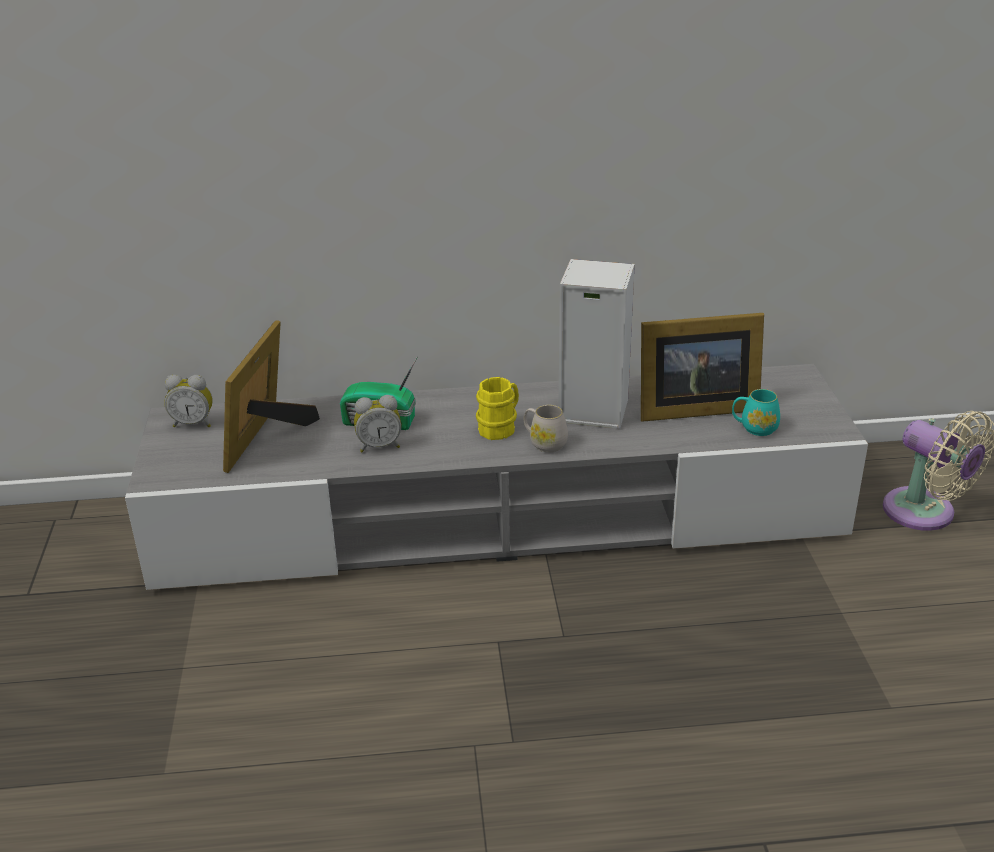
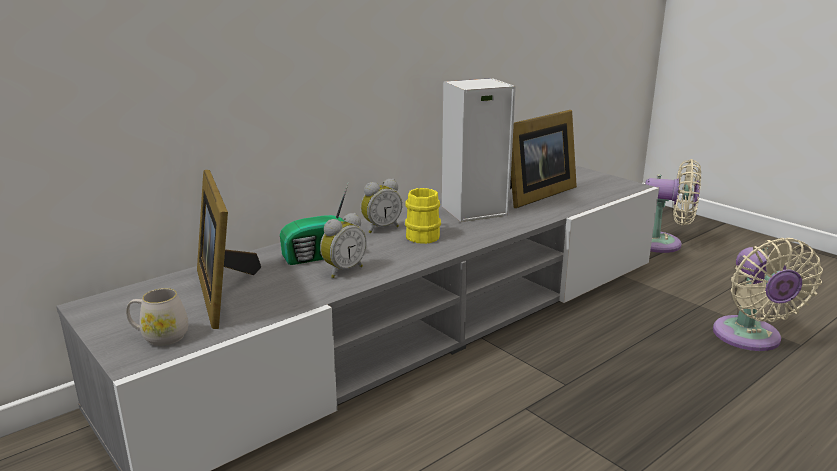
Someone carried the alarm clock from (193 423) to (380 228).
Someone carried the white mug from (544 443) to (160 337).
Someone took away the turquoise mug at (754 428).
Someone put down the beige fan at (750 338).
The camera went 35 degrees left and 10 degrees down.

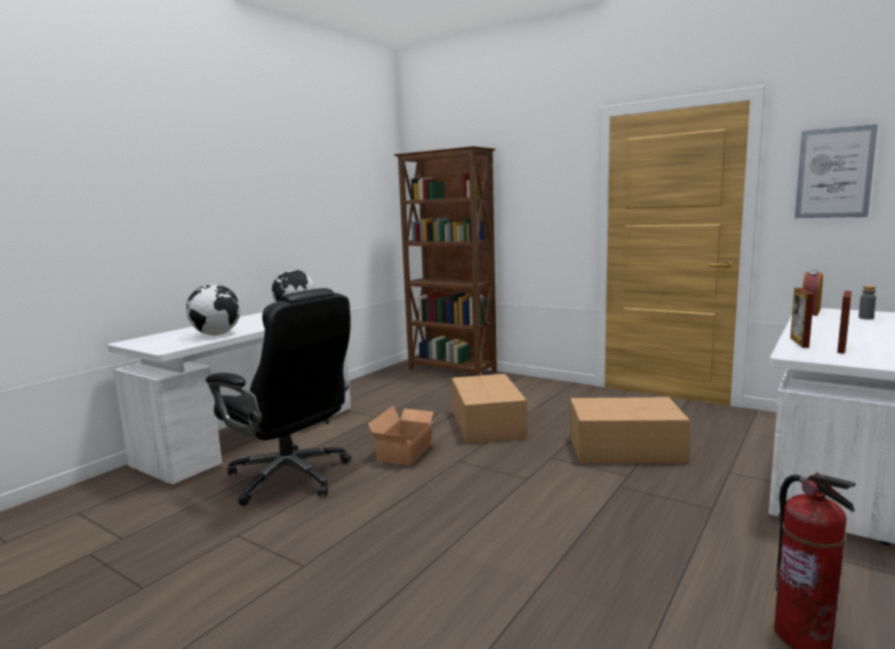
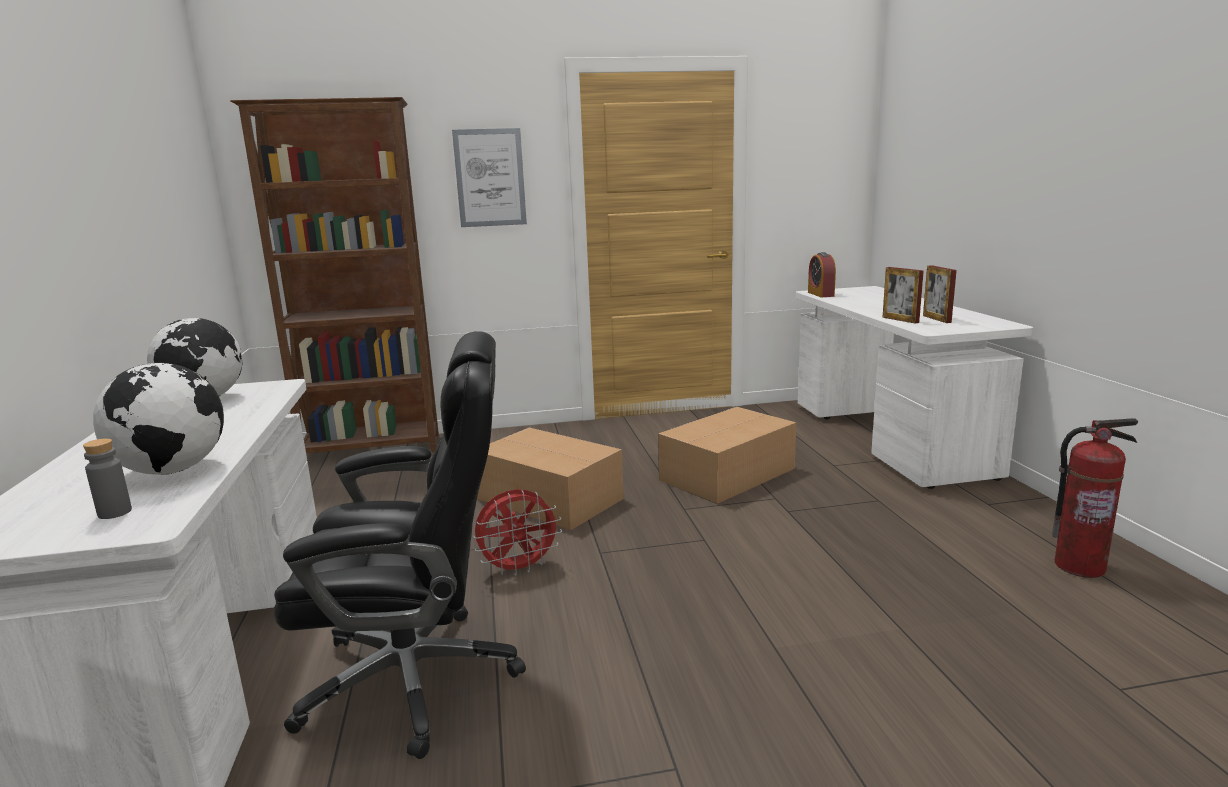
Someone swapped the cardboard box at (408 451) for the red fan at (519 568).
Someone carried the picture from (834 173) to (490 178).
Someone carried the grey bottle from (866 318) to (115 512).
The camera went 45 degrees left and 5 degrees up.

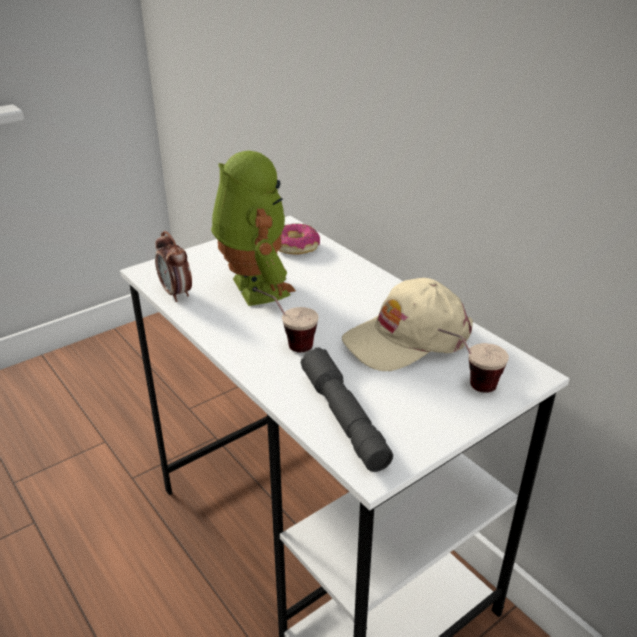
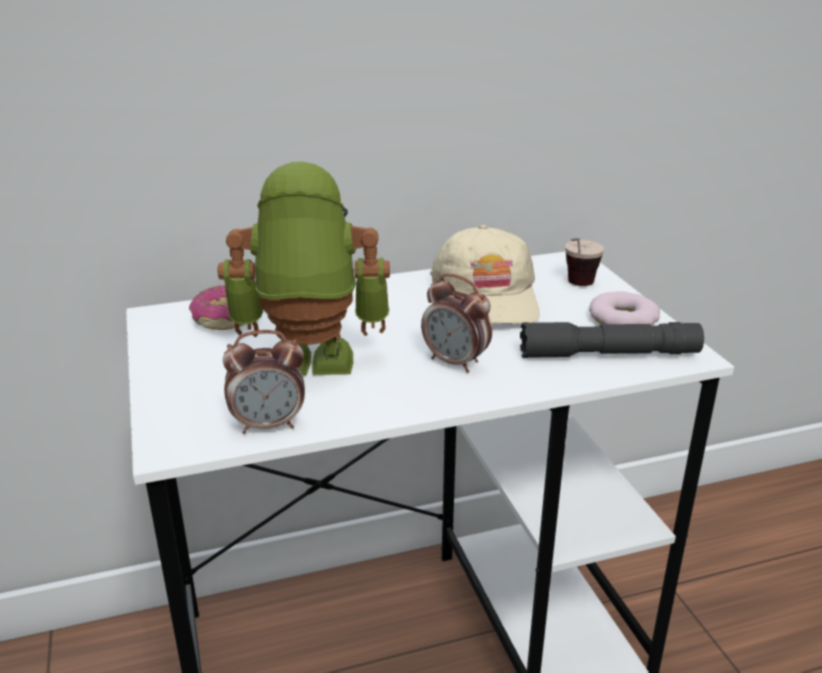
Someone swapped the cup at (286 343) for the alarm clock at (455 362).
Someone put down the donut at (623 319).
The camera went 70 degrees left and 5 degrees down.

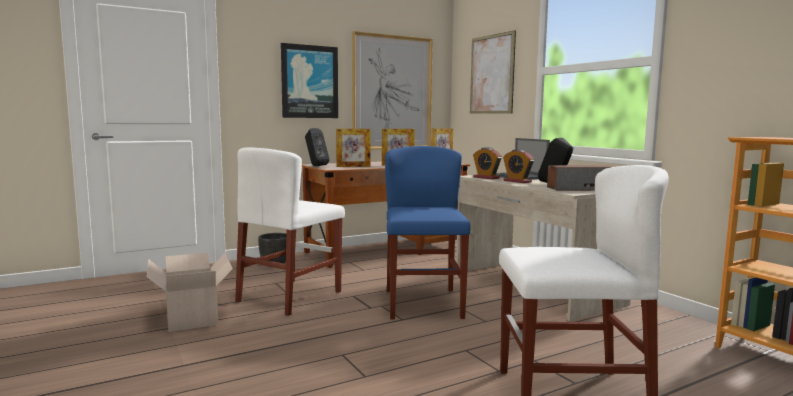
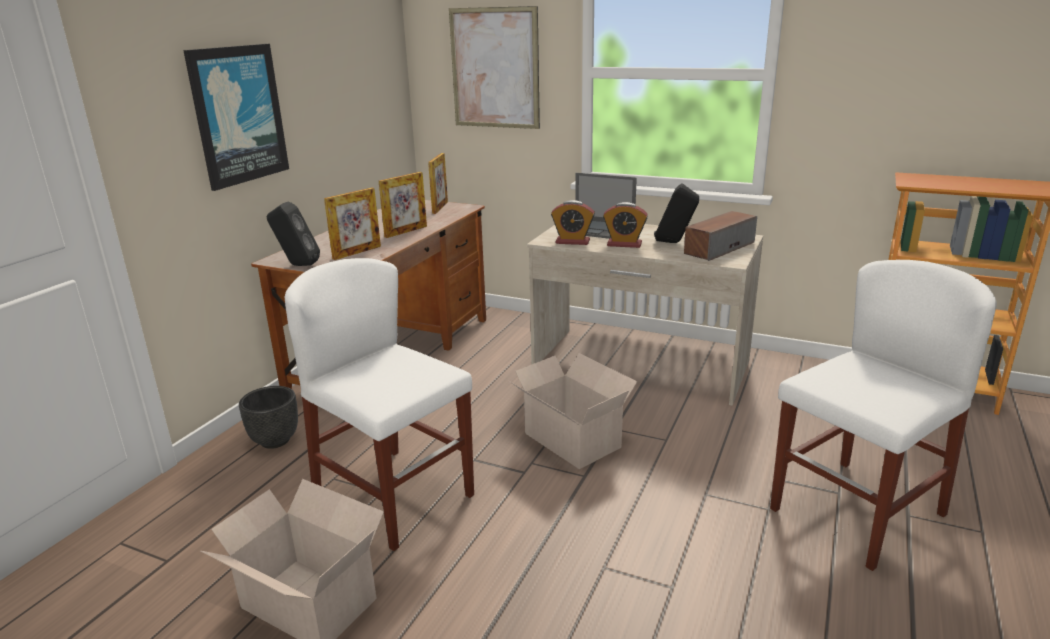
Someone rotated the white chair at (290 296) by 135 degrees clockwise.
Someone took away the picture at (392 93).
Someone swapped the blue chair at (423 304) for the cardboard box at (570 439).
The camera went 35 degrees left and 15 degrees up.

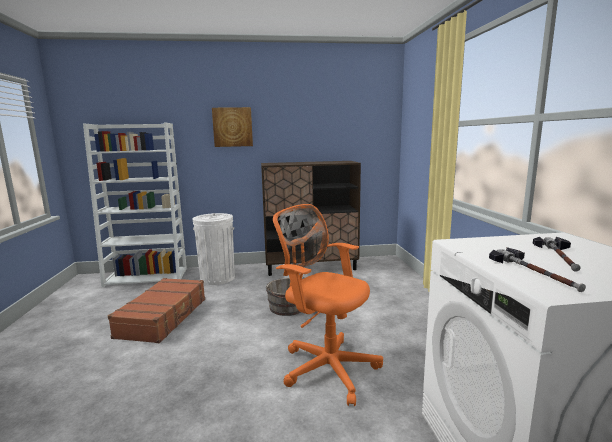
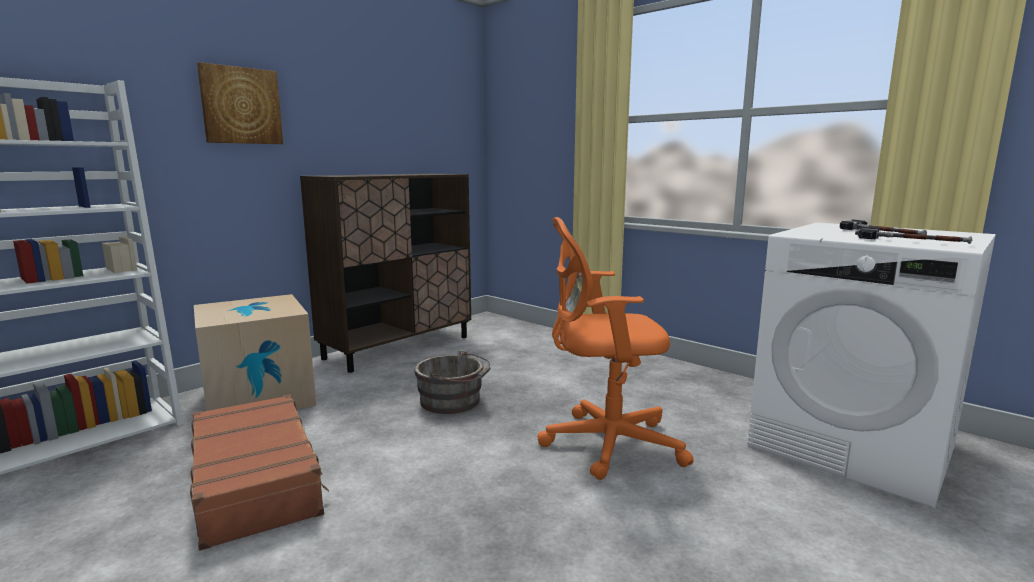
Someone swapped the white trash can at (217 278) for the cardboard box at (259 398).
The camera went 40 degrees left and 0 degrees up.

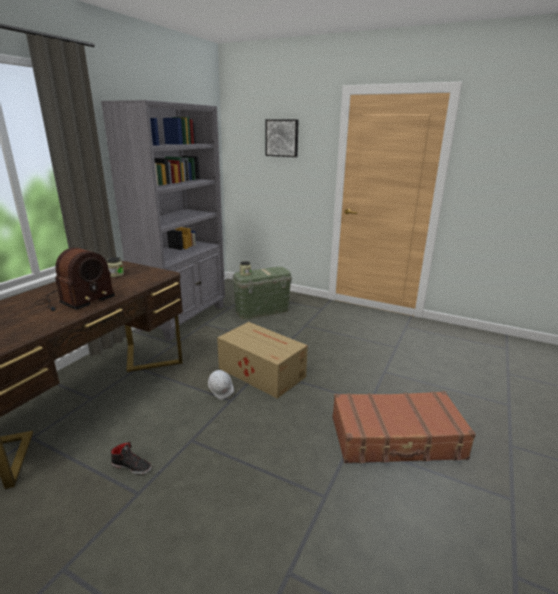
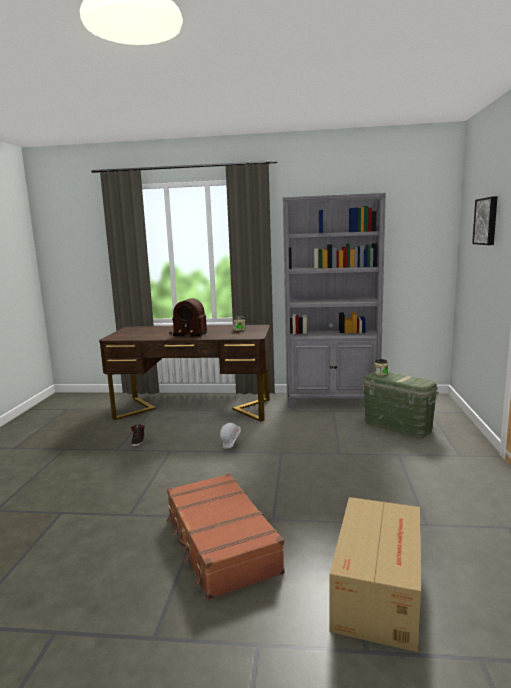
Someone carried the cardboard box from (261 371) to (379 588).
The camera went 70 degrees right and 10 degrees down.

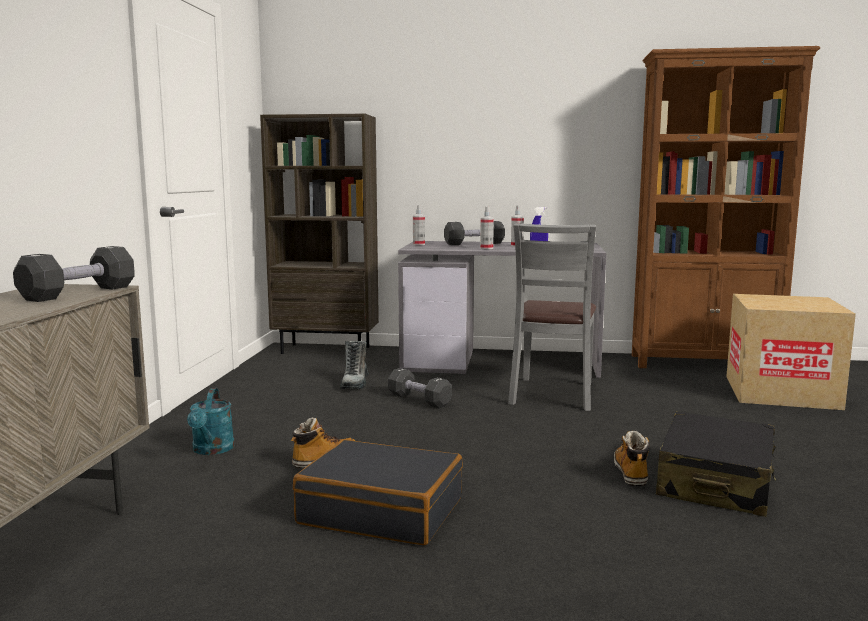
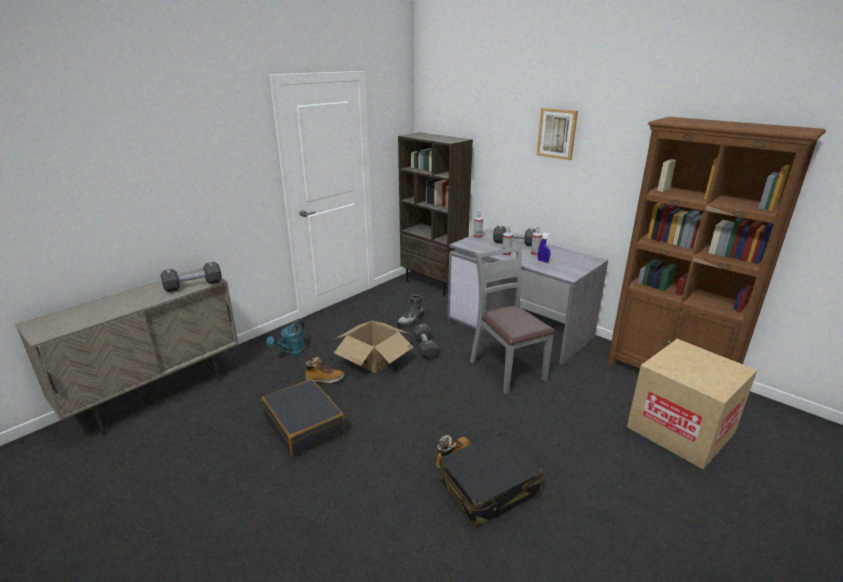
Someone rotated the grey chair at (552 394) by 105 degrees clockwise.
Someone put down the cardboard box at (374 358).
Someone put up the picture at (557 133).
The camera went 35 degrees right and 15 degrees up.

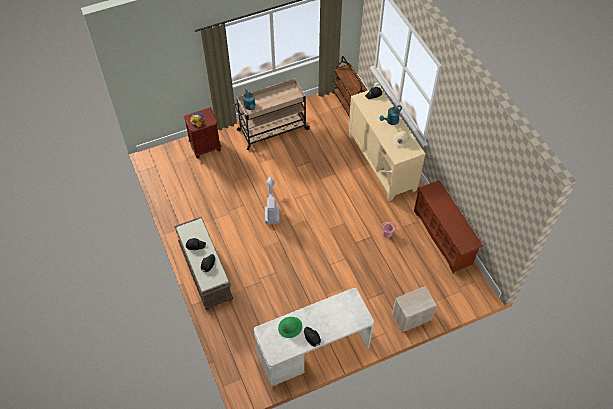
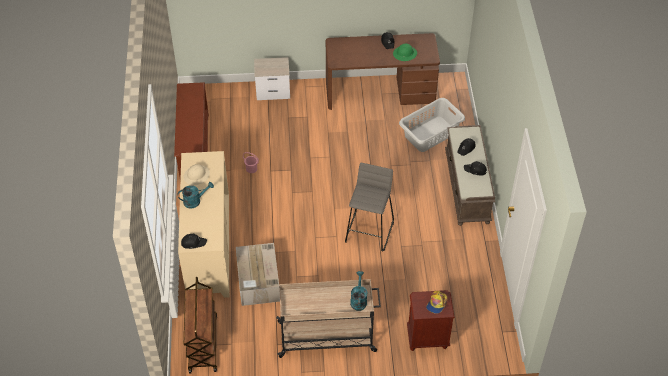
Someone repainted the white desk at (313 350), which became the brown desk at (380 92).
Someone swapped the vacuum cleaner at (271 209) for the grey stool at (369 232).
Someone put down the cardboard box at (258 282).
Someone put down the grey laundry basket at (431 134).
The camera went 160 degrees left and 5 degrees down.

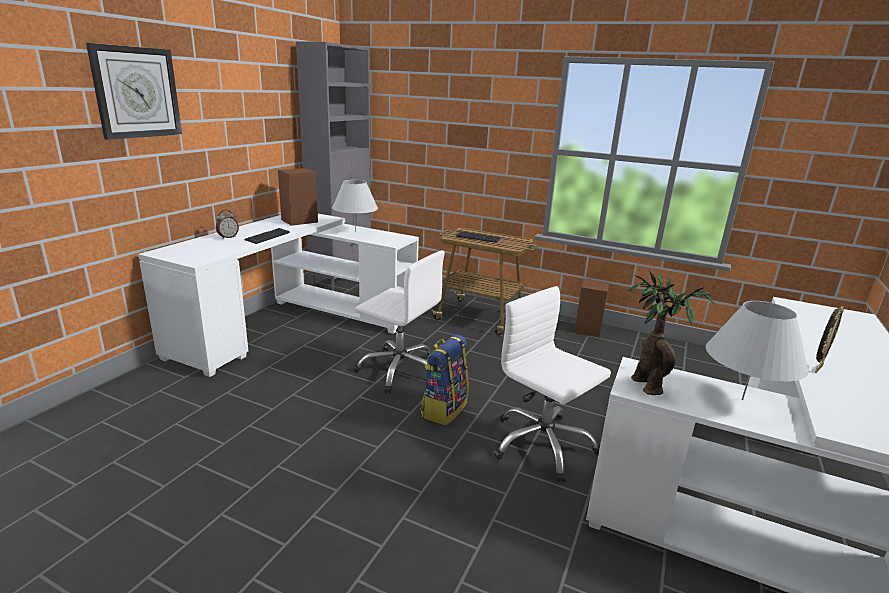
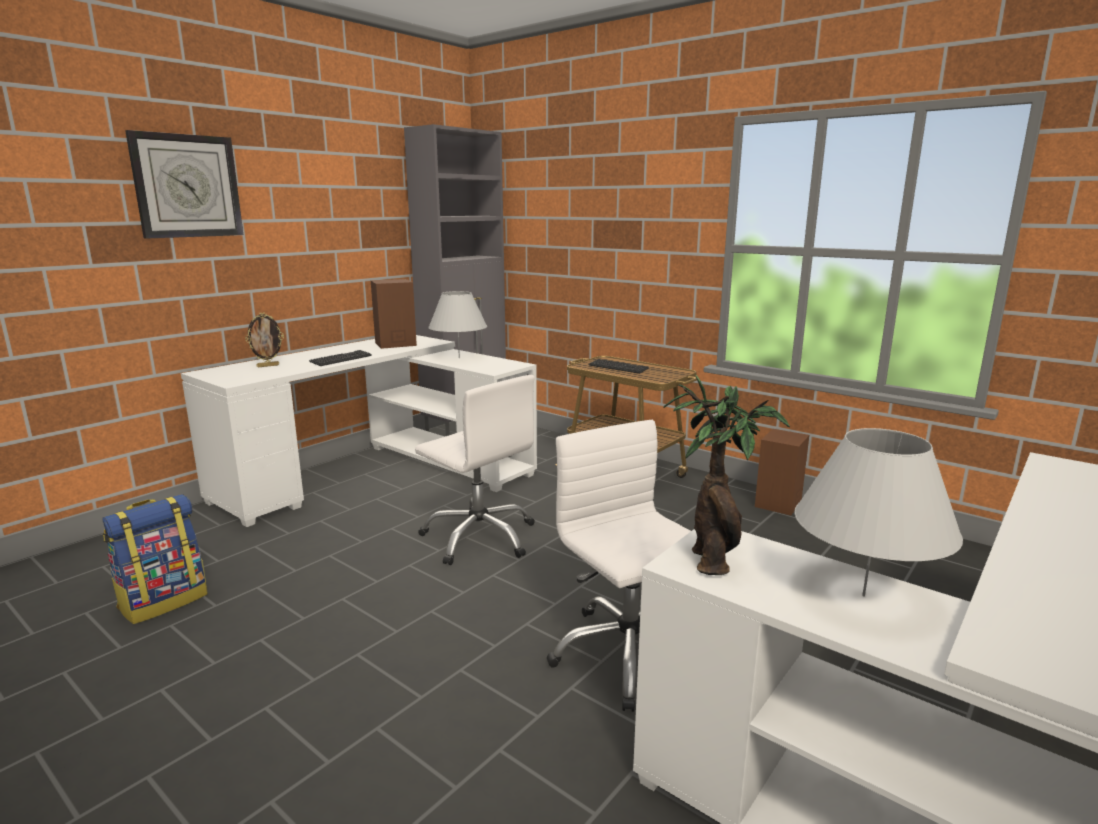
Someone took away the alarm clock at (228 237).
Someone carried the backpack from (443 409) to (164 601).
Someone carried the picture frame from (817 368) to (268 366).
The camera went 15 degrees right and 5 degrees down.

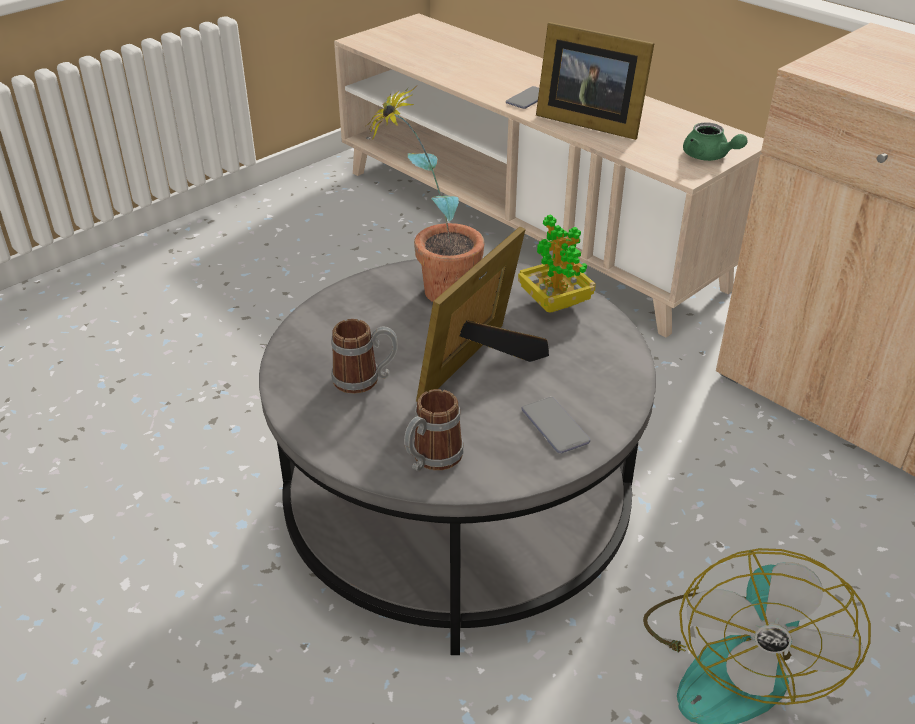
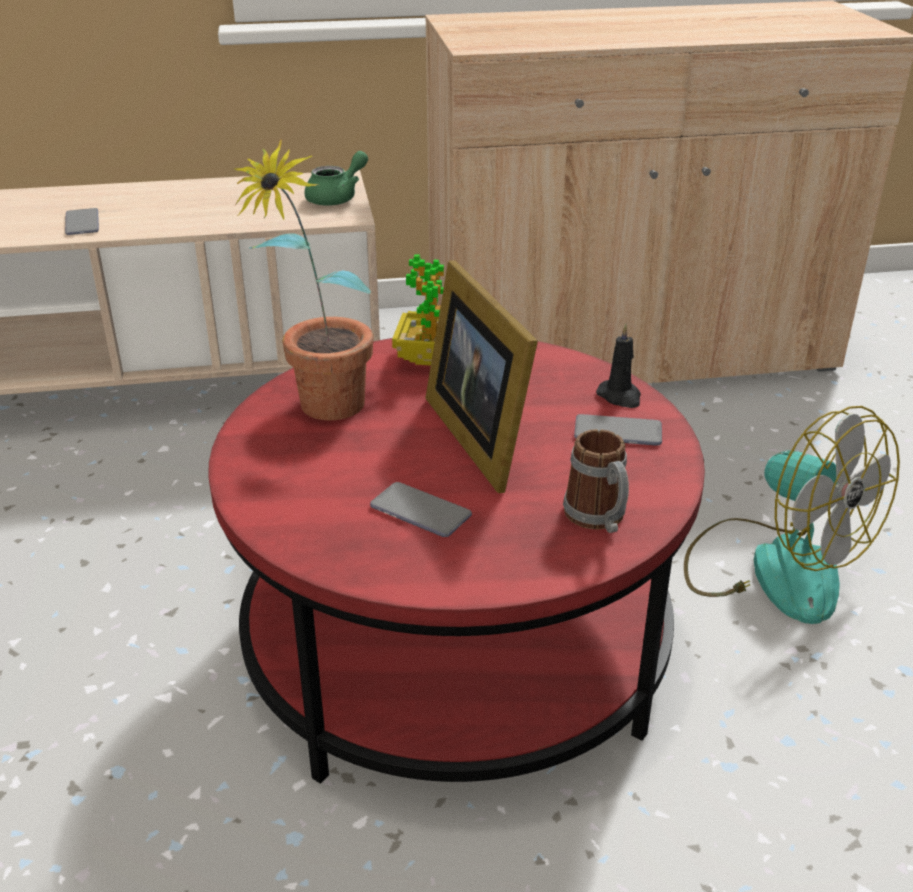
Someone repainted the grey coffee table at (457 511), which became the red coffee table at (456 643).
Someone swapped the mug at (365 379) for the phone at (420 511).
Someone took away the picture frame at (587 121).
Someone rotated the green teapot at (709 157) by 45 degrees counterclockwise.
Someone put down the black candle at (620 397).
The camera went 55 degrees left and 5 degrees down.

